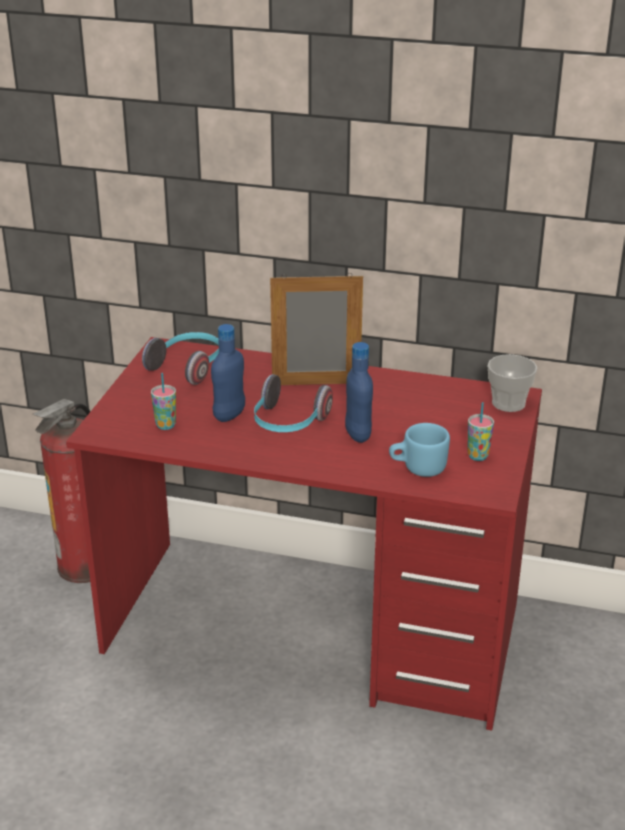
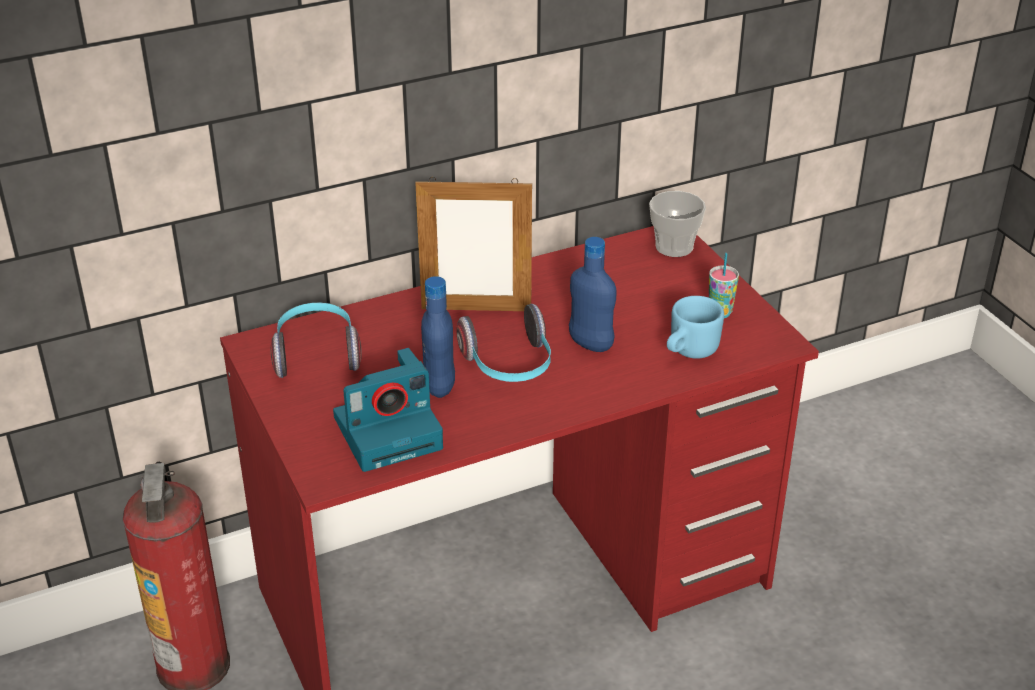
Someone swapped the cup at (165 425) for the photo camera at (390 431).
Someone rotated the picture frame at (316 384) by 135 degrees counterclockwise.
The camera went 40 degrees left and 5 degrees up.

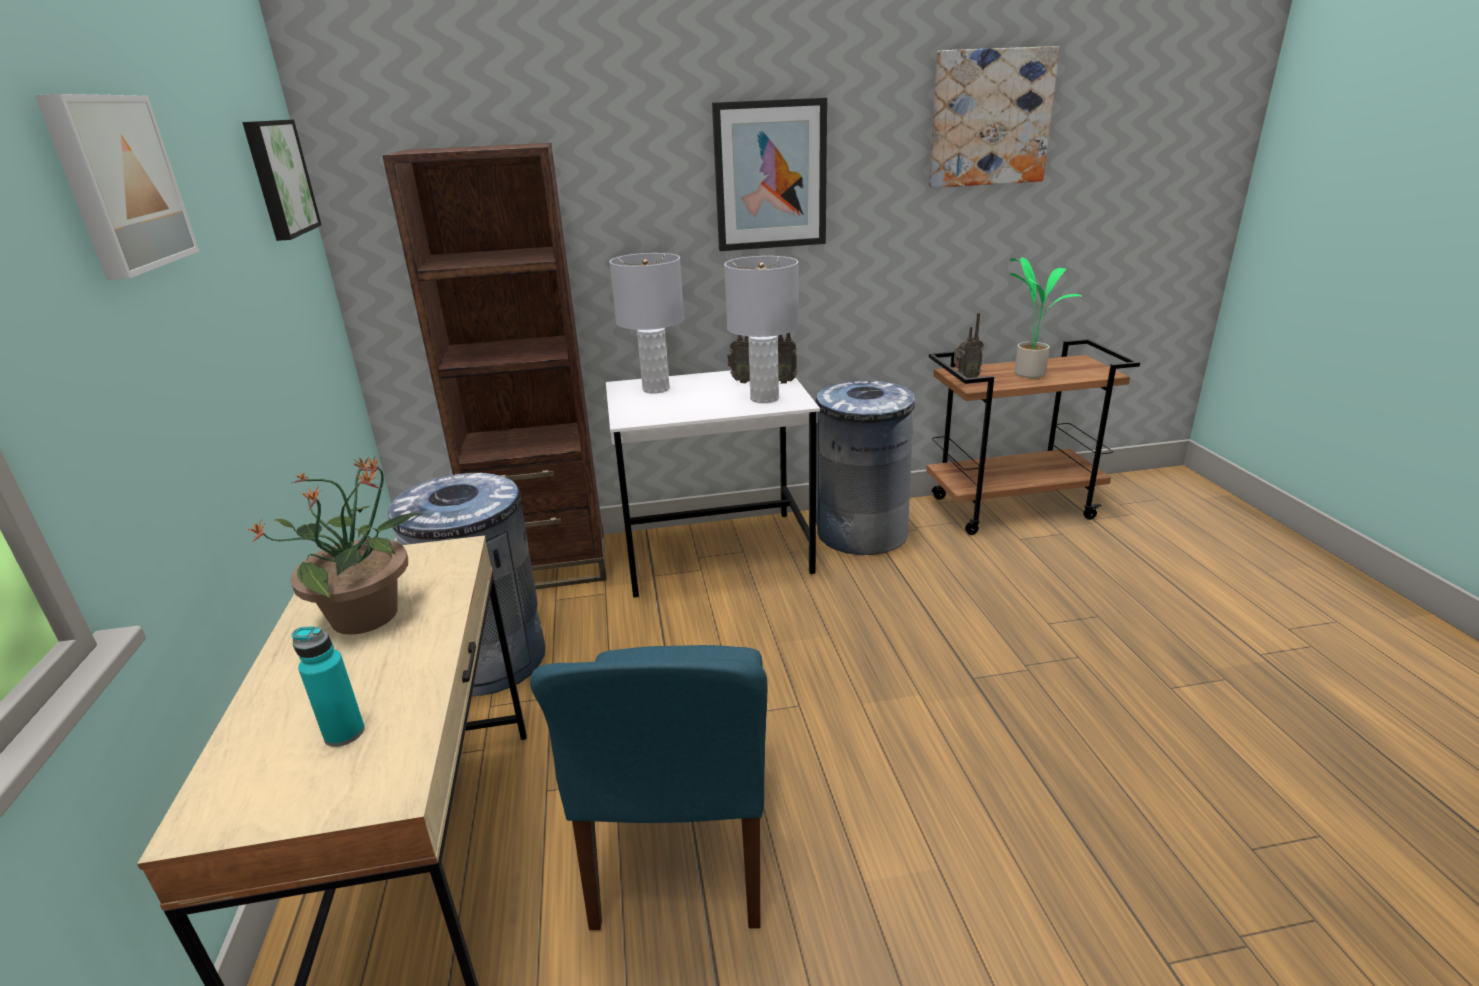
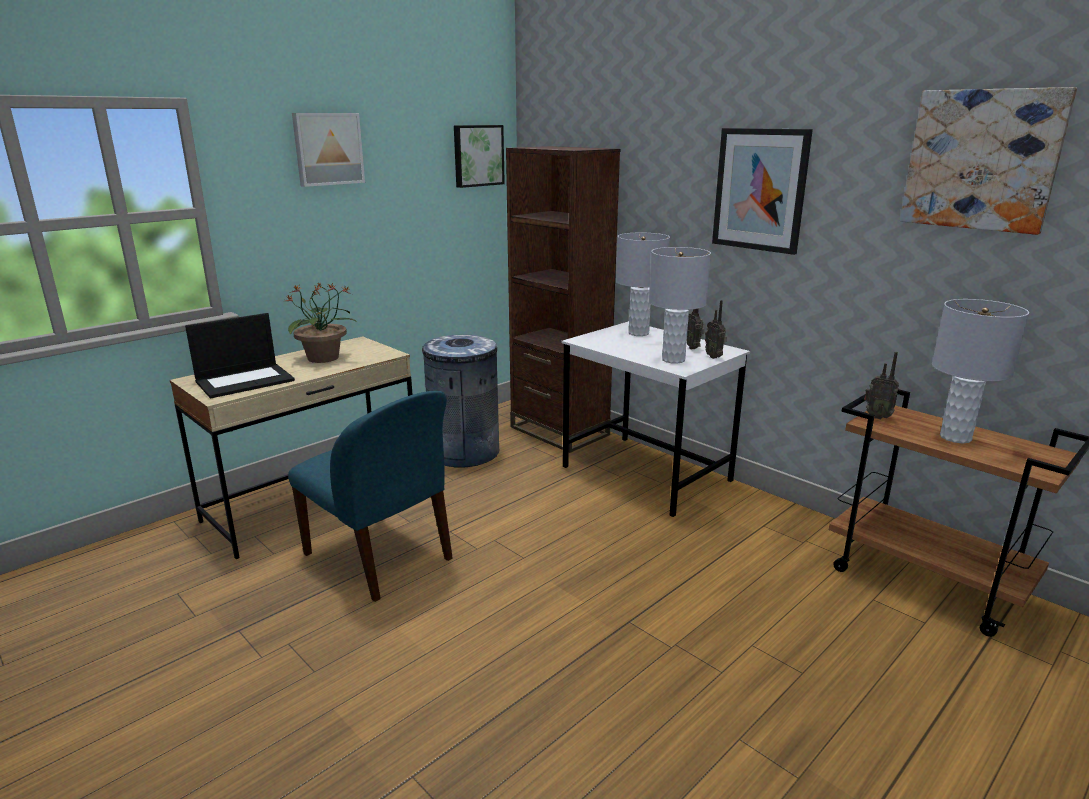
Someone swapped the turquoise bottle at (344 733) for the laptop at (245 380).
Someone rotated the blue chair at (681 844) by 105 degrees counterclockwise.
Someone took away the grey trash can at (861 533).
Someone swapped the potted plant at (1029 373) for the grey table lamp at (955 437).
The camera went 55 degrees right and 5 degrees down.

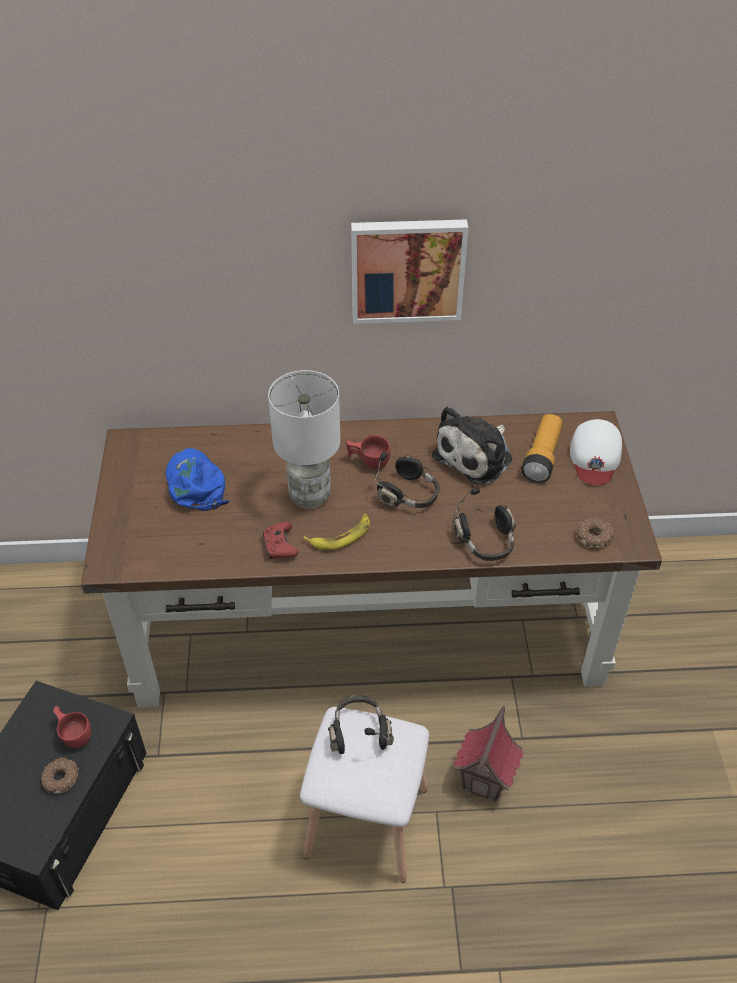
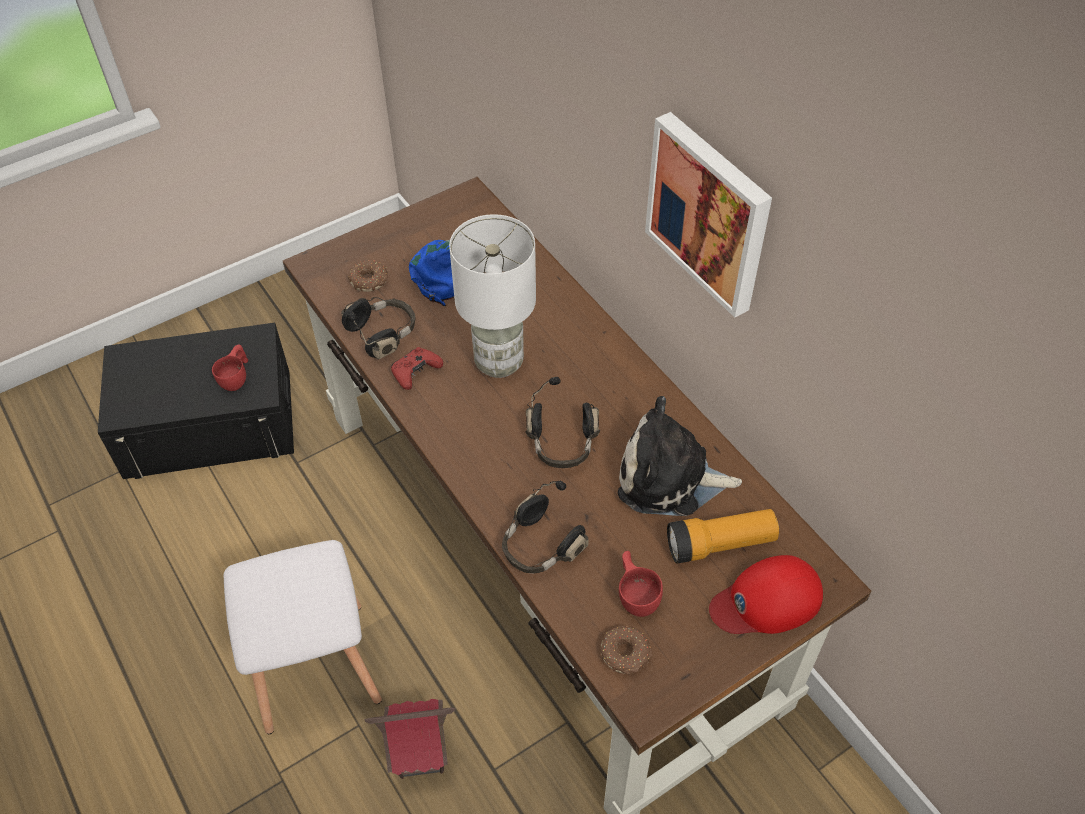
Someone carried the donut from (61 778) to (370 280).
Someone took away the banana at (341 535).
Someone carried the black headphones from (359 731) to (382 334).
Someone carried the red cup from (368 461) to (636 594).
Someone repainted the white cap at (595 456), which became the red cap at (766 601).
The camera went 60 degrees right and 5 degrees up.

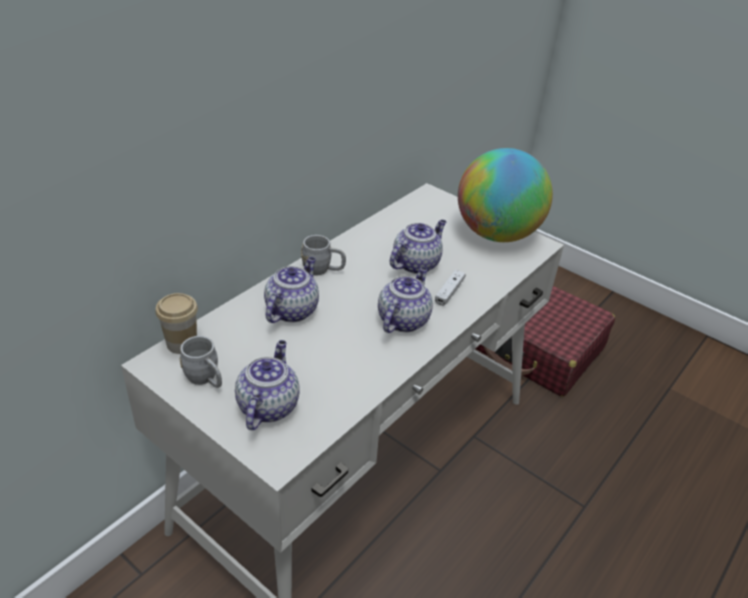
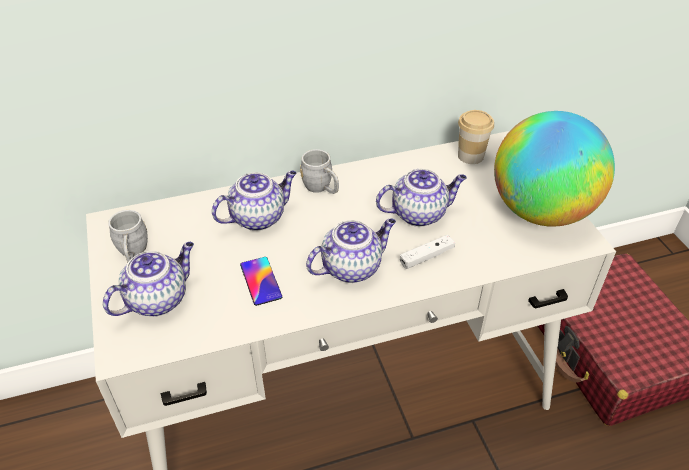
Someone carried the cup from (182 343) to (470 156).
Someone put down the phone at (261 281).
The camera went 35 degrees right and 5 degrees up.

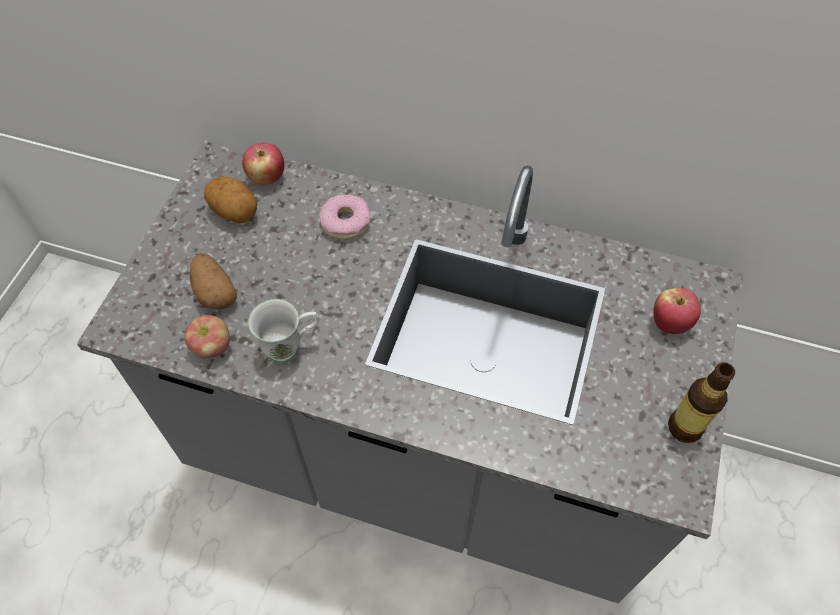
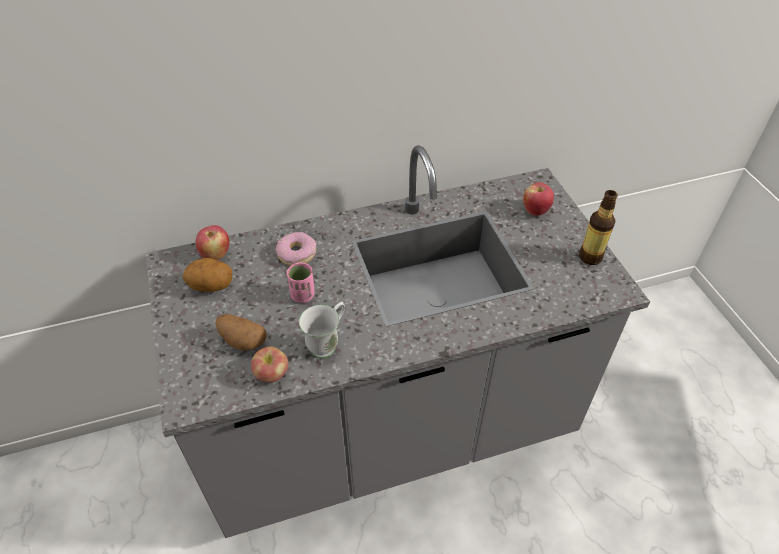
Someone put down the pink cup at (302 295).
The camera went 35 degrees left and 10 degrees down.

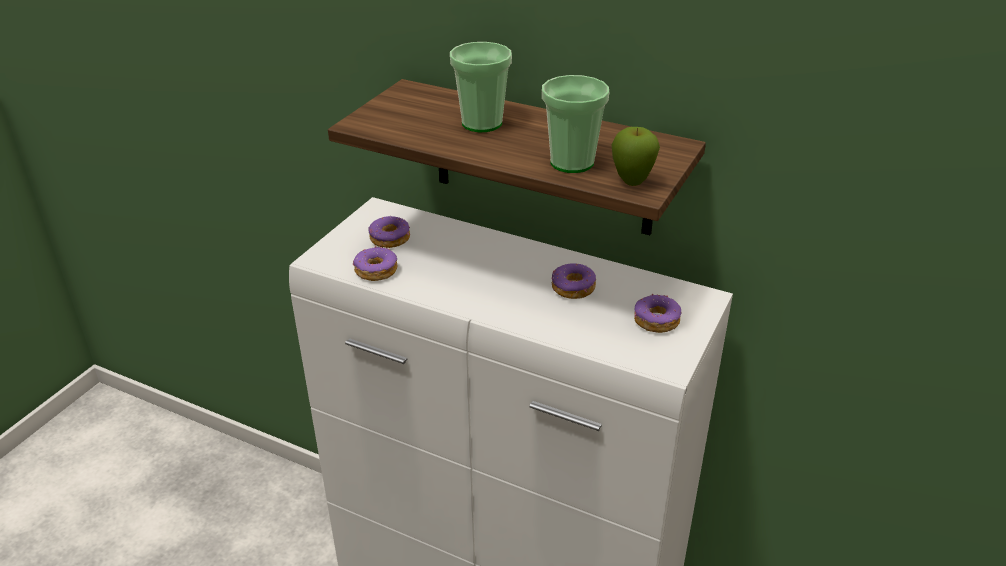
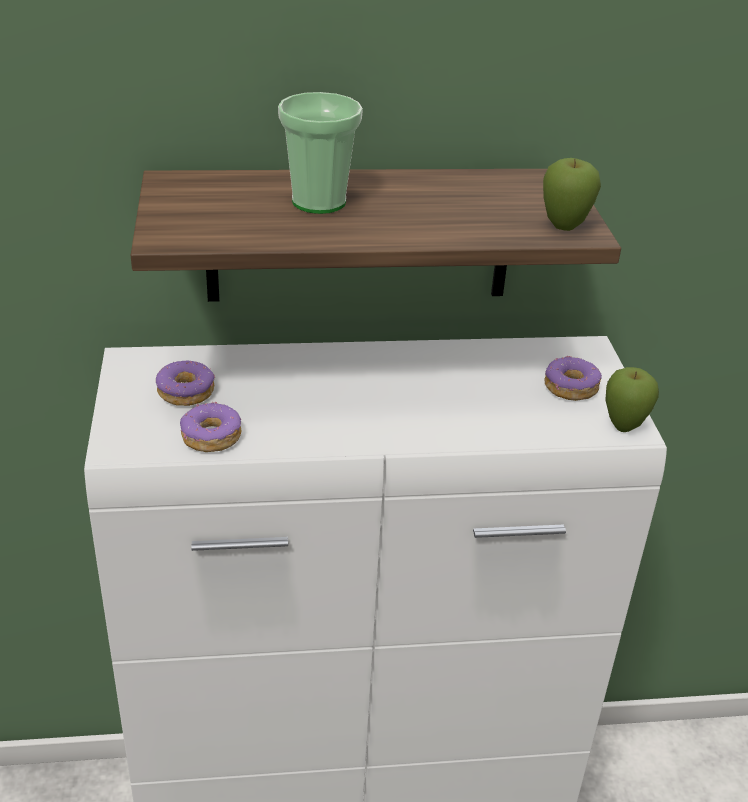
Someone took away the cup at (572 162).
Someone took away the donut at (573 288).
Someone put down the apple at (624 427).
The camera went 35 degrees left and 0 degrees up.

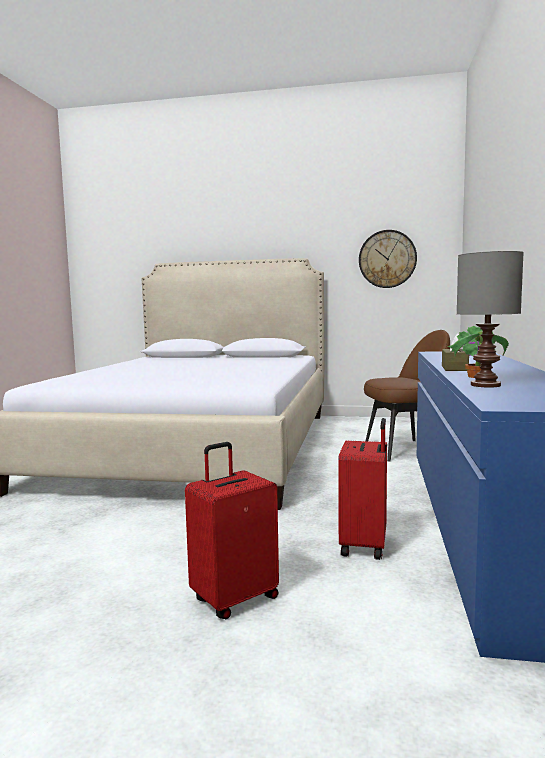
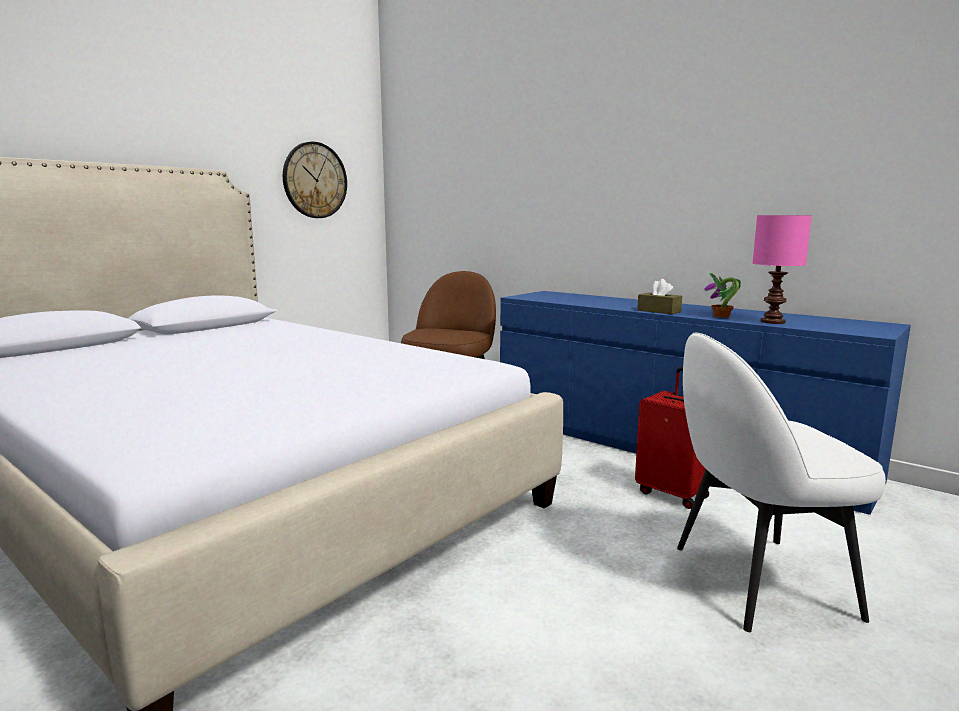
Someone swapped the red suitcase at (234 598) for the white chair at (757 581).
Someone repainted the grey table lamp at (484 385), which became the pink table lamp at (772 322).
The camera went 60 degrees left and 5 degrees up.

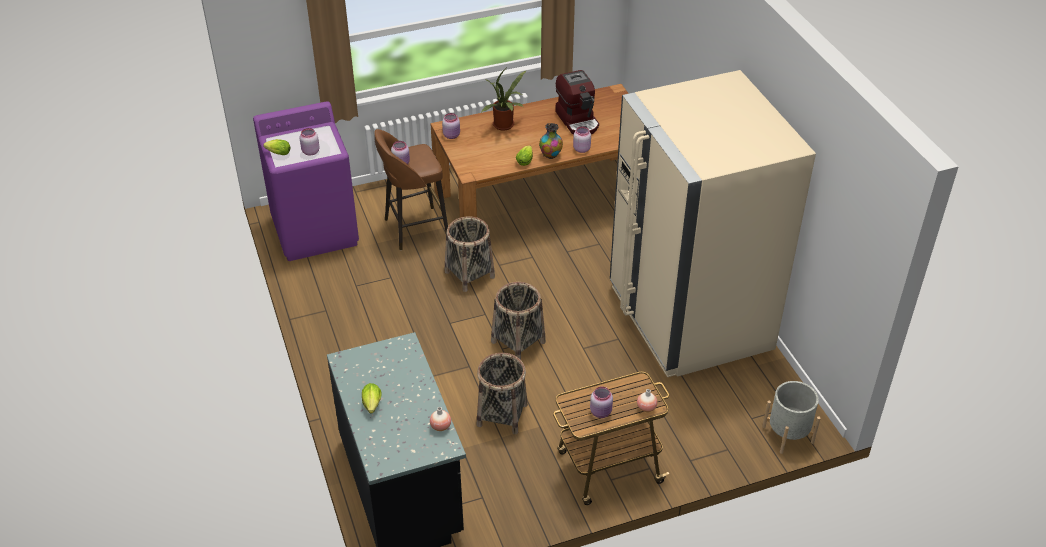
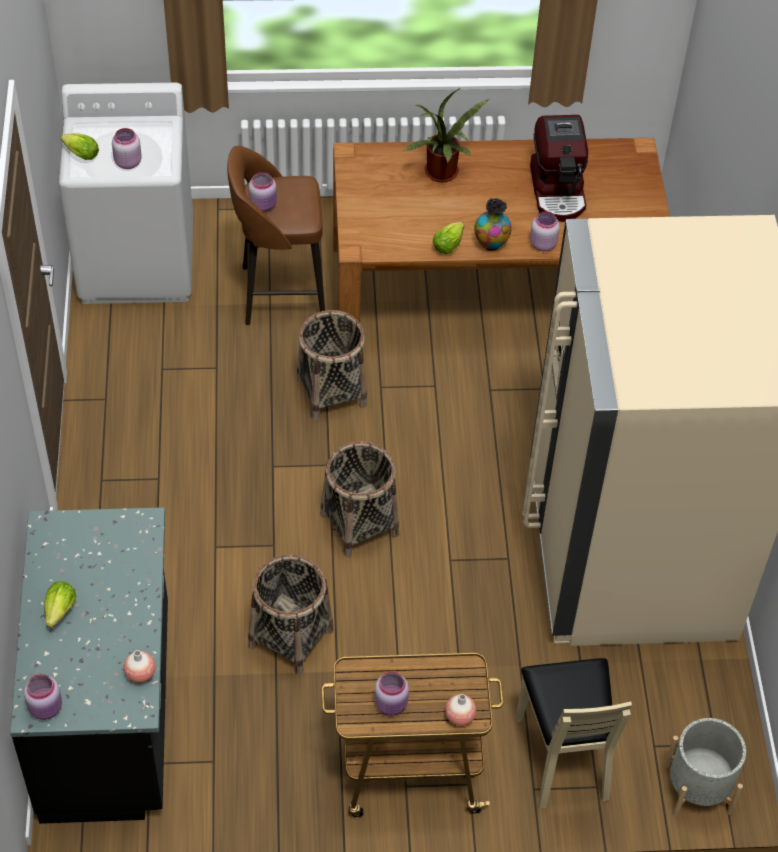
Someone repainted the purple washing machine at (315 231), which became the white washing machine at (137 262).
Someone carried the pink jar from (452 135) to (46 708).
Someone put down the beige chair at (563 756).
The camera went 15 degrees right and 10 degrees up.

